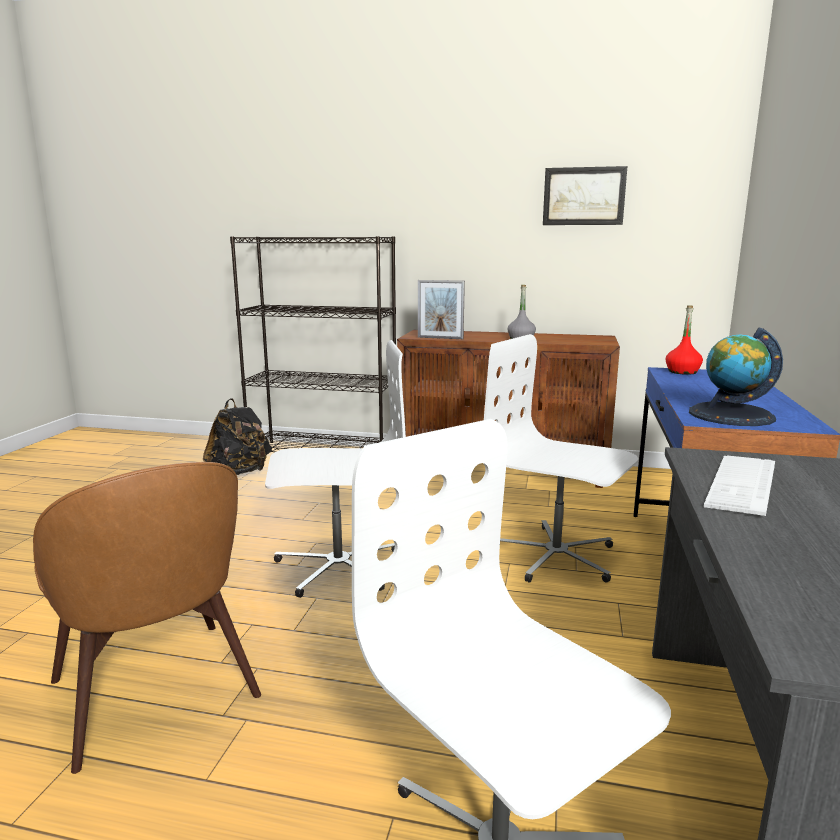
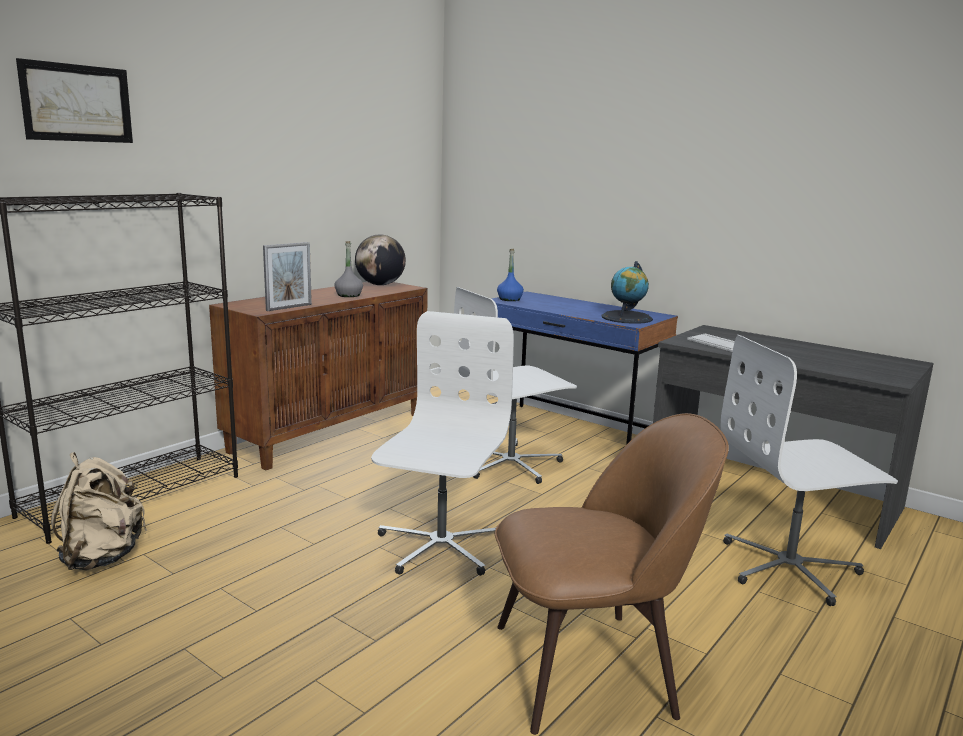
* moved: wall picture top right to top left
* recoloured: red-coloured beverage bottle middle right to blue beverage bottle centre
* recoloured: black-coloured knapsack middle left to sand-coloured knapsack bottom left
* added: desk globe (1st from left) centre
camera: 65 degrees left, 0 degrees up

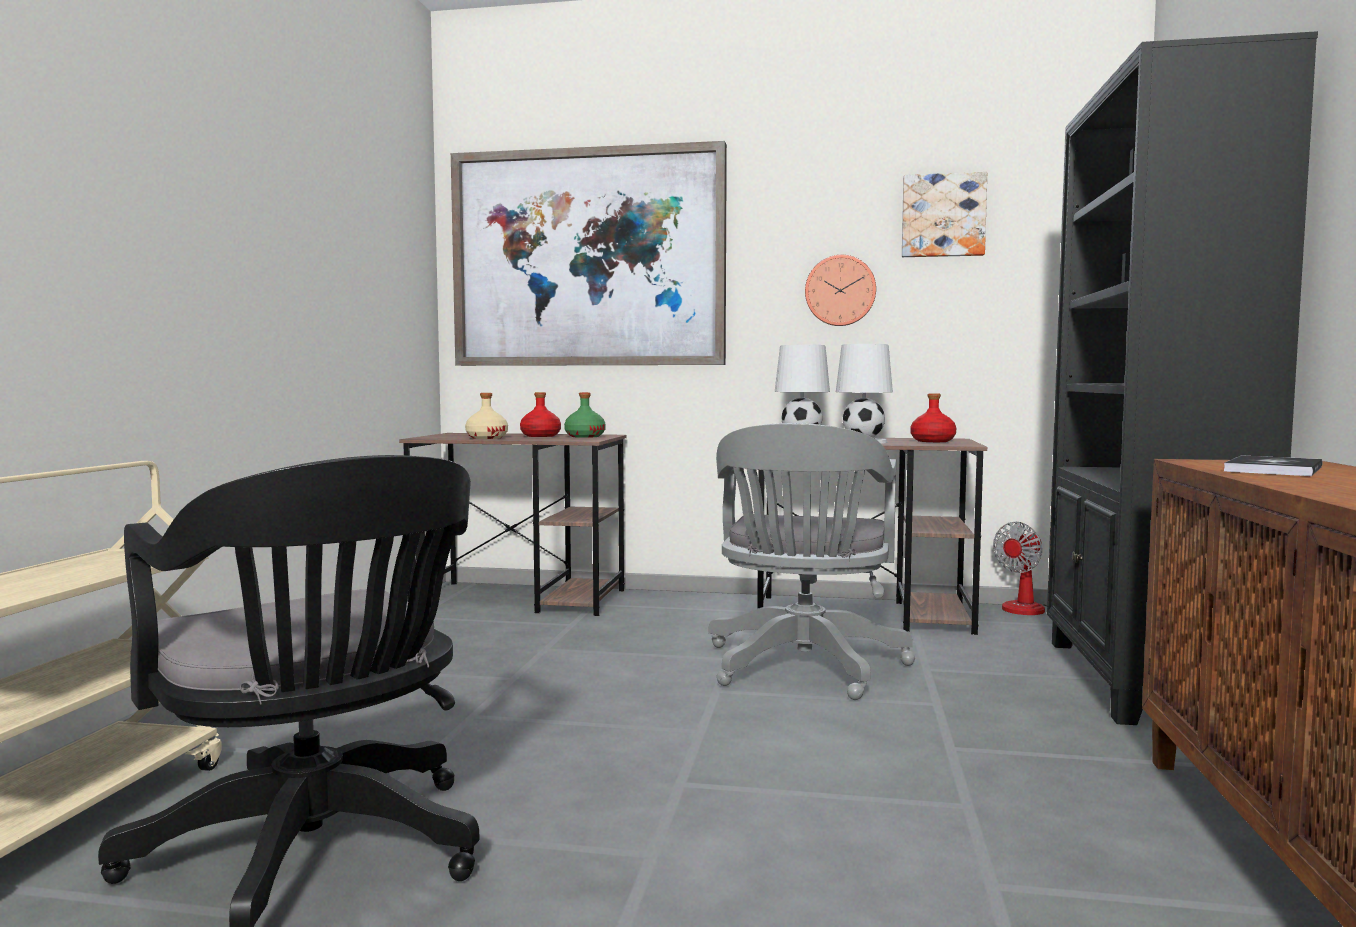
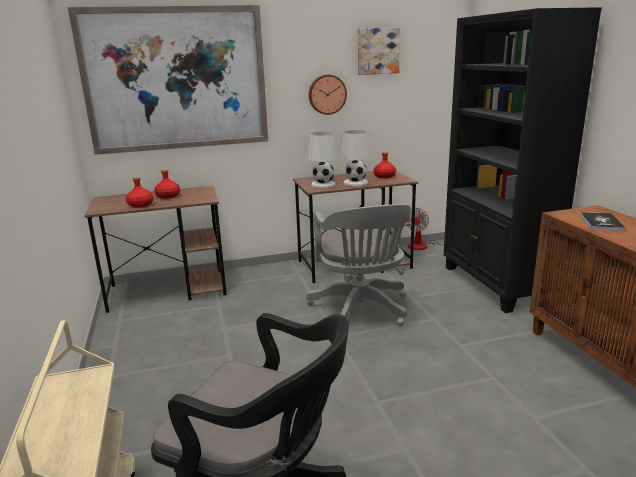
* removed: greenish beverage bottle centre
* recoloured: sand-coloured beverage bottle centre to red-coloured beverage bottle (1st from left) middle left
camera: 25 degrees left, 15 degrees up

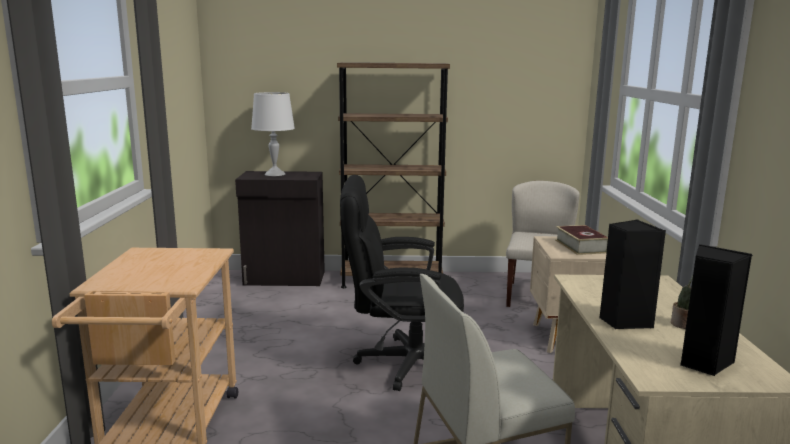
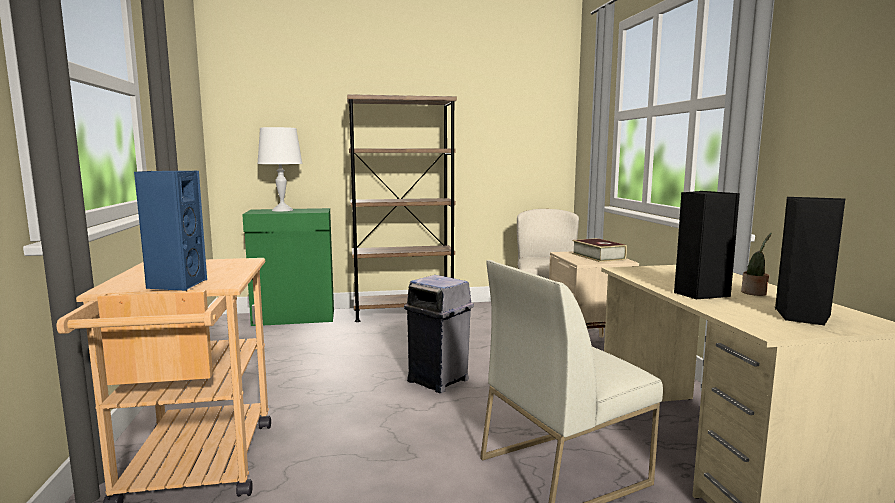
* recoloured: black-coloured cupboard centre to greenish cupboard middle left
* replaced: black-coloured office chair centre to greyish trash can centre
* added: blue audio speaker middle left
camera: 10 degrees left, 5 degrees down

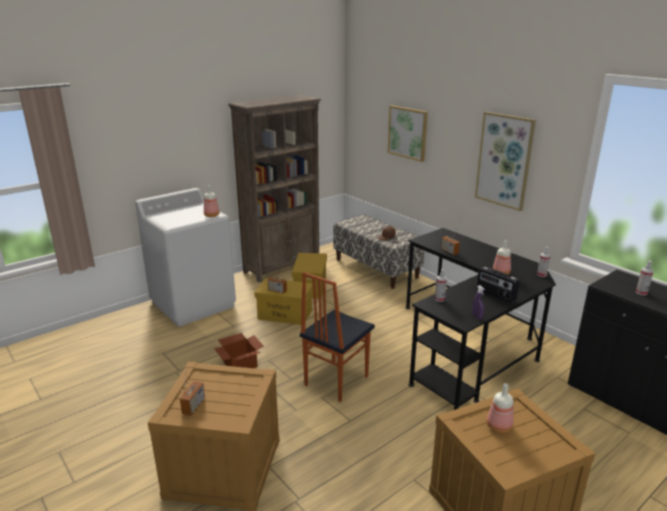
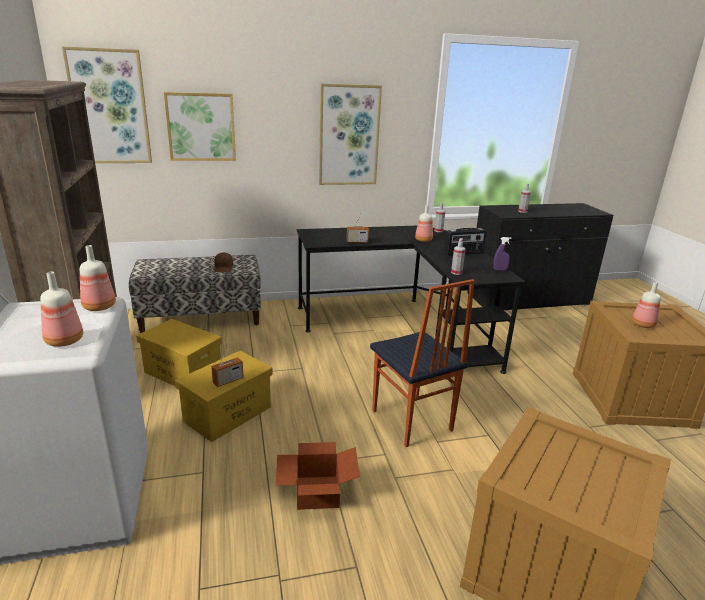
* removed: radio set (1st from left) bottom left
* added: wall picture (1st from left) top left
* added: beverage bottle (1st from left) middle left
camera: 65 degrees left, 0 degrees up

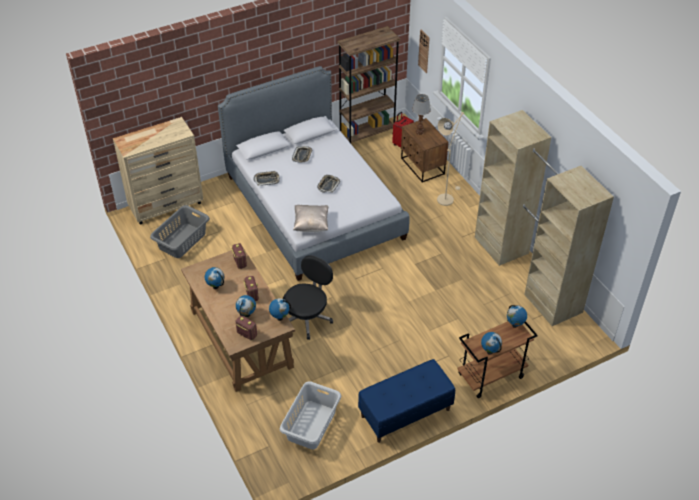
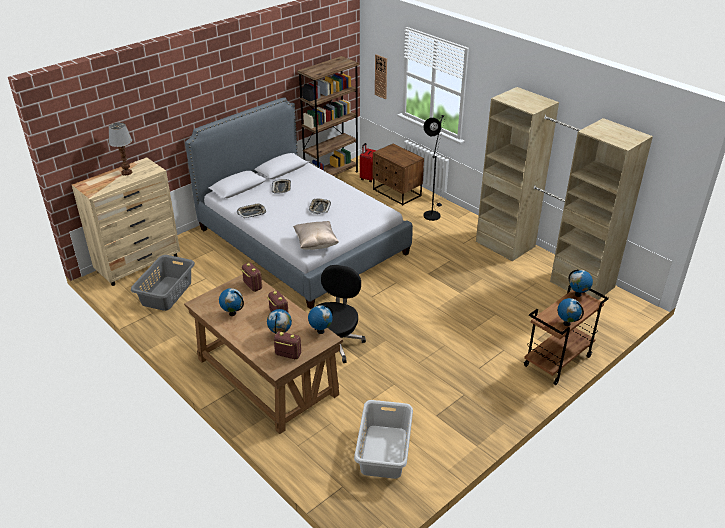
* moved: table lamp top centre to top left
* recoloured: sand-coloured floor lamp top centre to black-coloured floor lamp top centre
* removed: blue bench bottom centre
camera: 15 degrees left, 10 degrees down

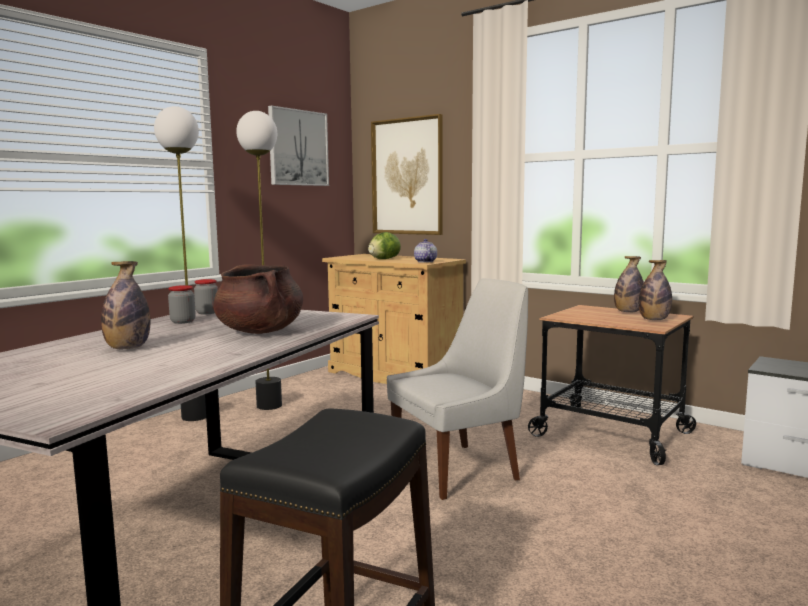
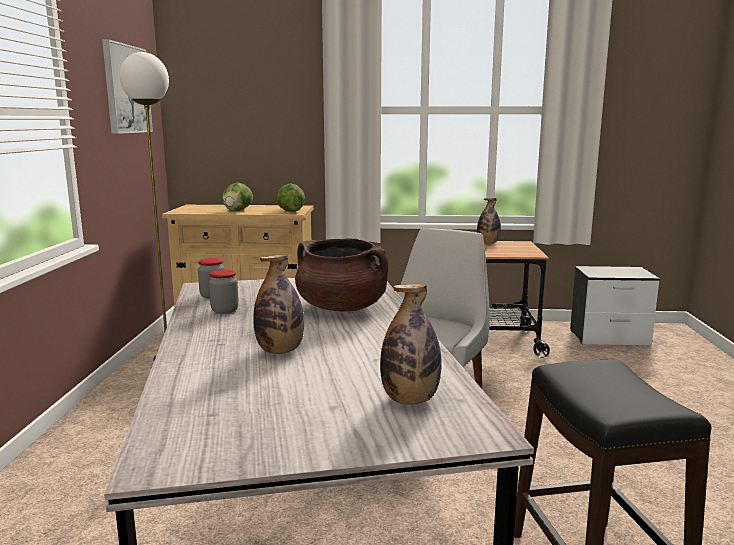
* removed: floor lamp (1st from left) middle left
* removed: wall picture (2nd from left) top centre
* replaced: tea pot centre to lettuce head (2nd from left) centre
* moved: beverage bottle (3rd from left in the first image) middle right to beverage bottle (2nd from left) centre
camera: 35 degrees left, 5 degrees up

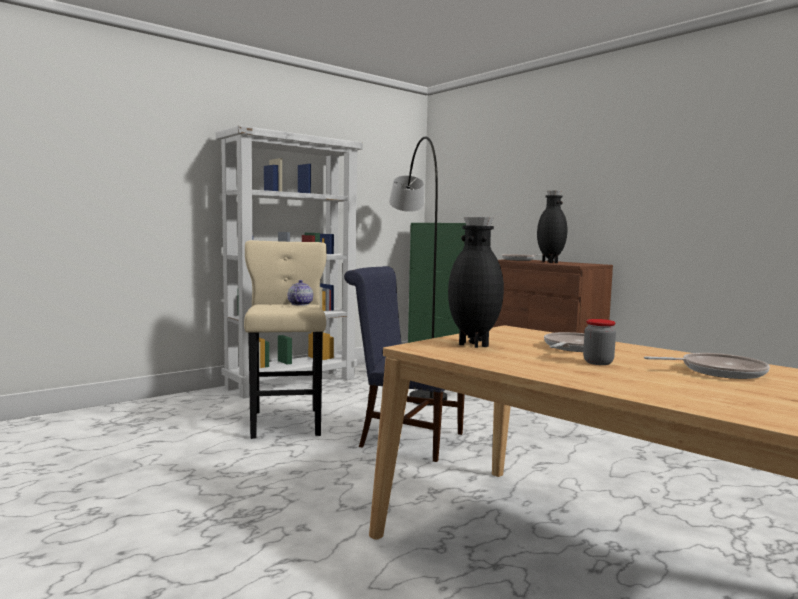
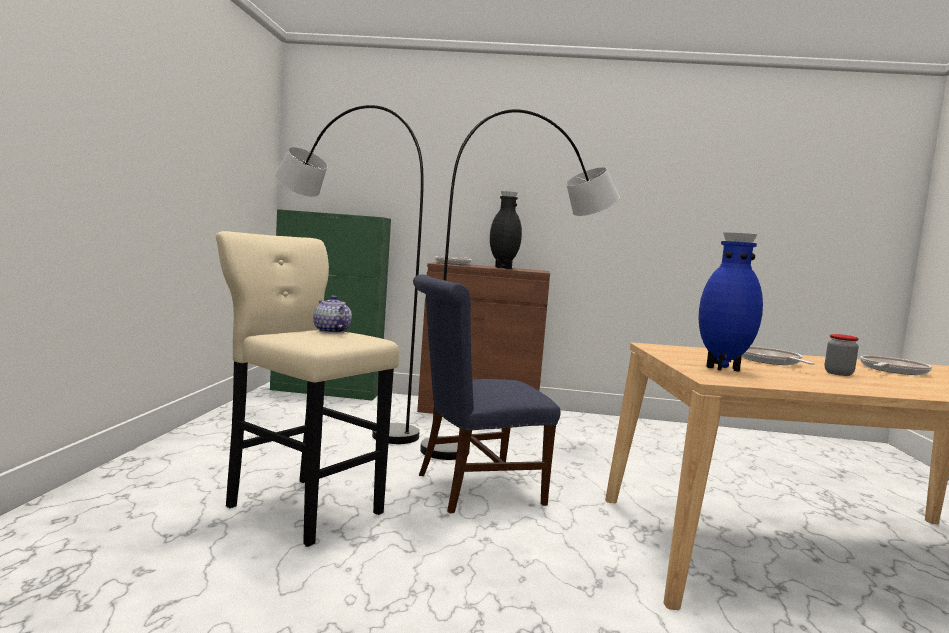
* removed: white bookshelf centre
* recoloured: black-coloured vase (1st from left) centre to blue vase middle right
* added: greyish floor lamp (2nd from left) centre
camera: 45 degrees left, 0 degrees up

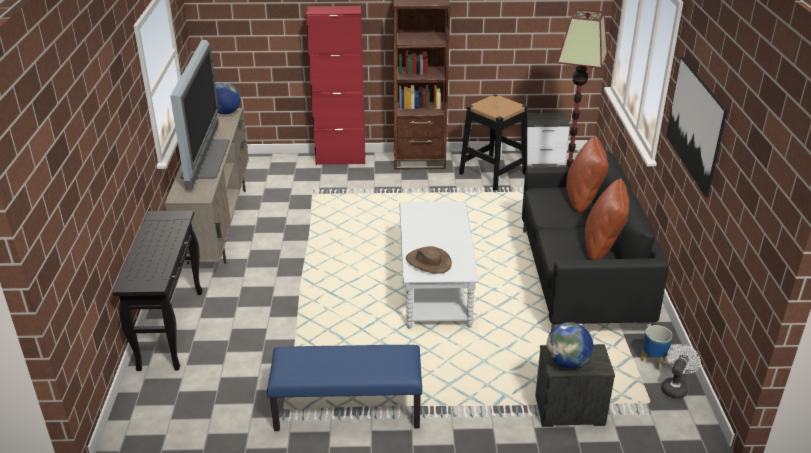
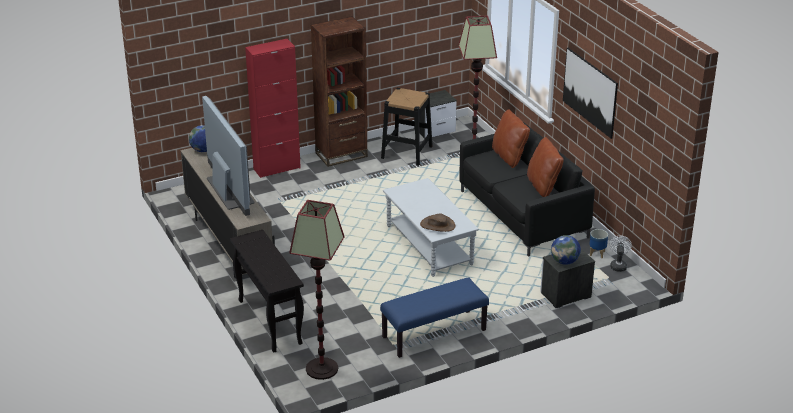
* added: floor lamp (1st from left) bottom centre
camera: 25 degrees left, 0 degrees up

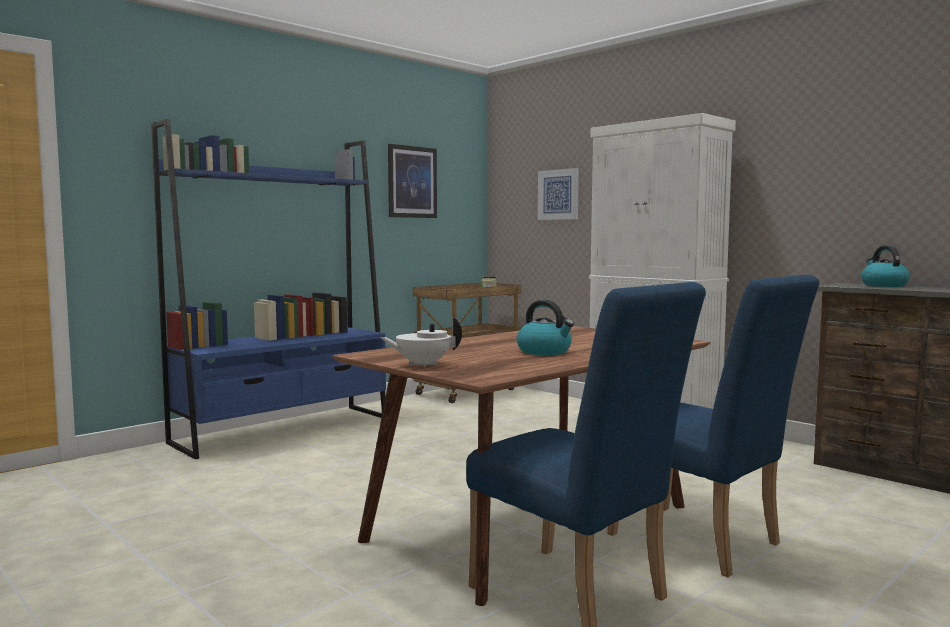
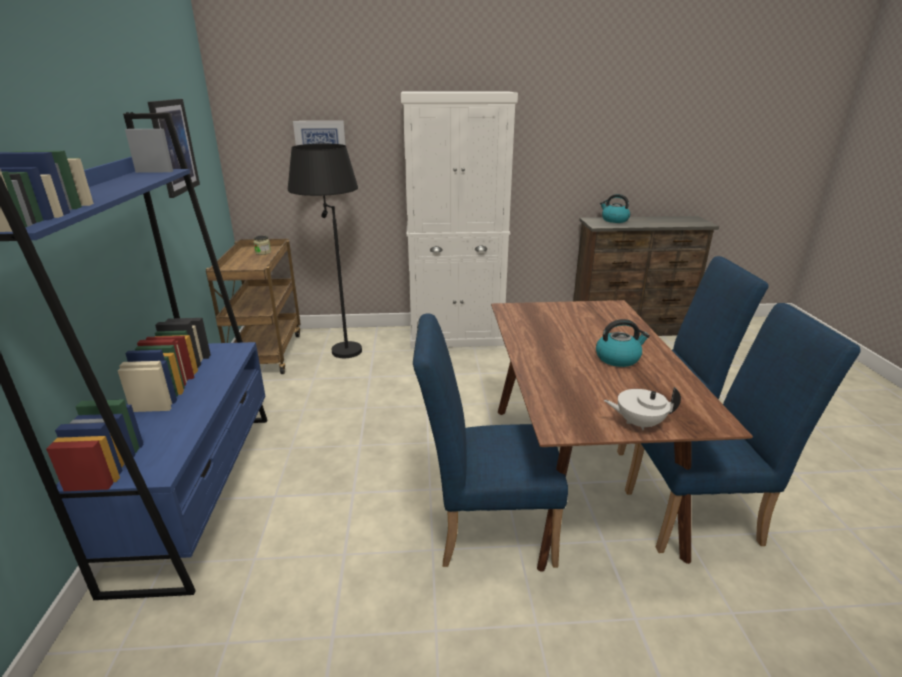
* turned: white tea pot centre = middle right 60 degrees clockwise
* added: black-coloured floor lamp centre
* added: blue plain chair (1st from left) centre
camera: 50 degrees left, 20 degrees up

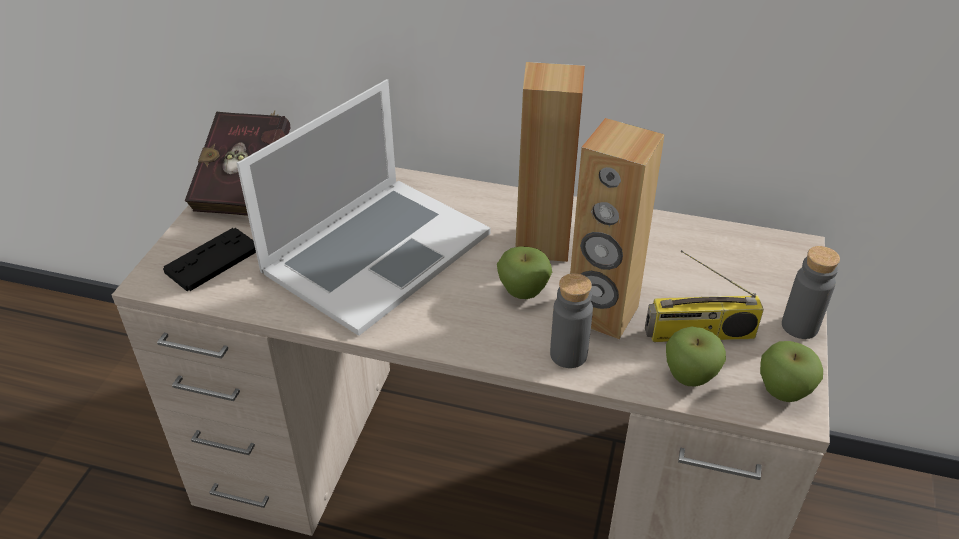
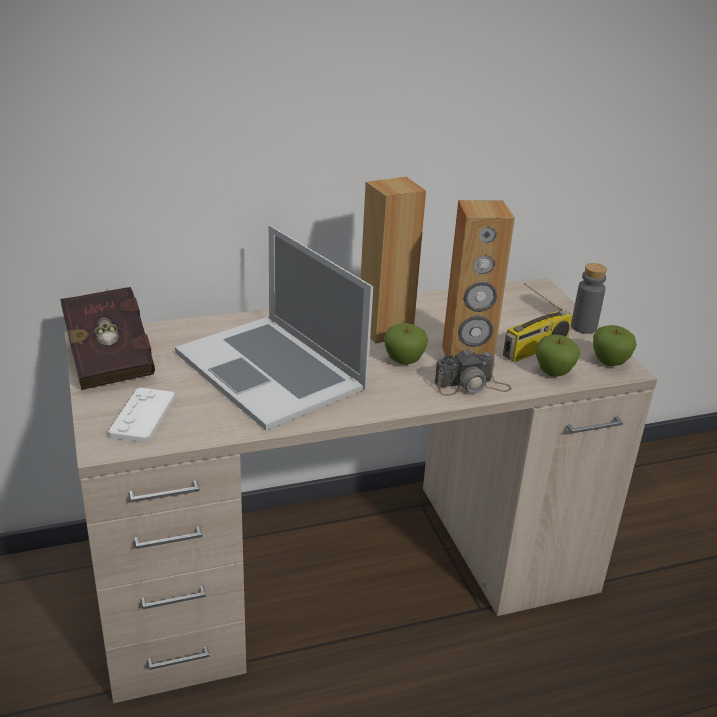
* turned: laptop centre = centre 135 degrees clockwise
* recoloured: black-coloured game controller middle left to white game controller middle left
* replaced: greyish beverage bottle (1st from left) centre to photo camera centre
camera: 35 degrees left, 10 degrees down

